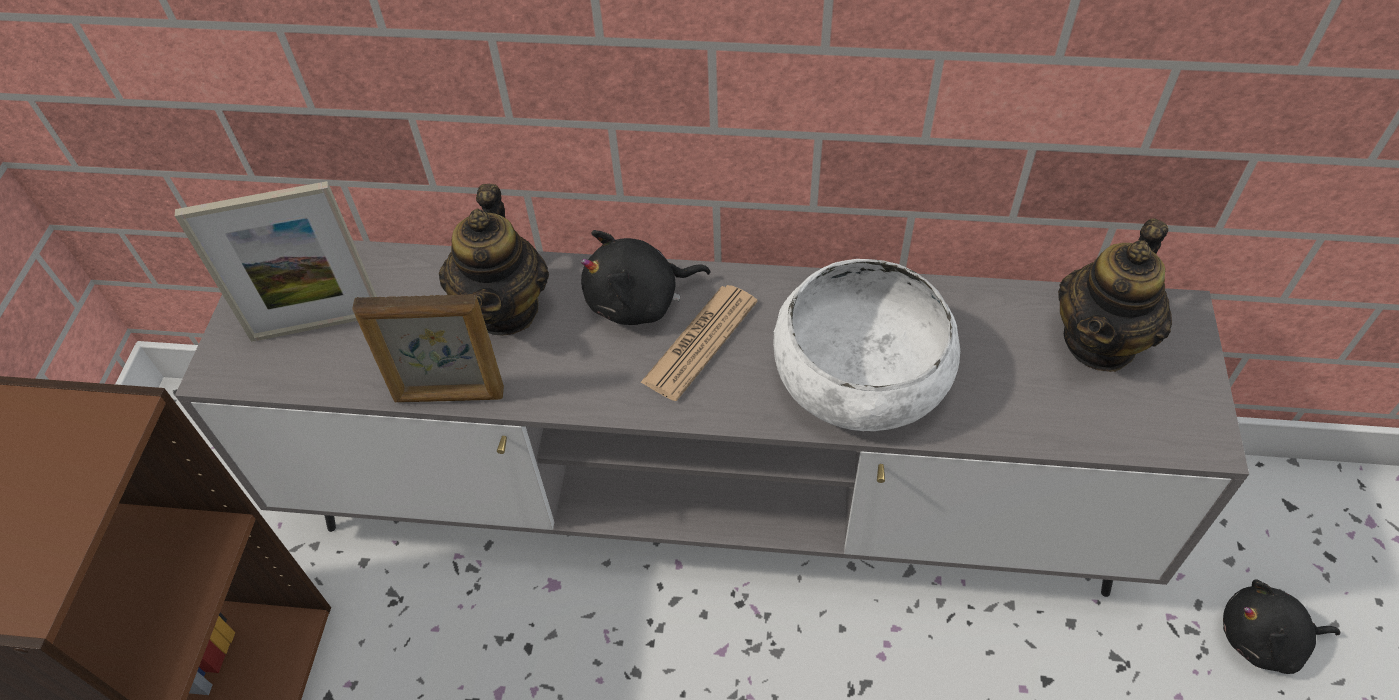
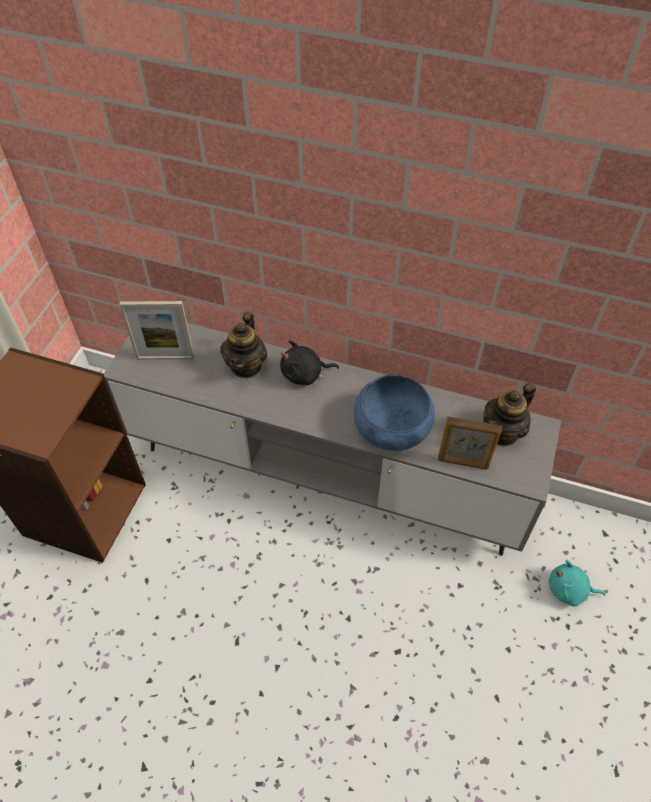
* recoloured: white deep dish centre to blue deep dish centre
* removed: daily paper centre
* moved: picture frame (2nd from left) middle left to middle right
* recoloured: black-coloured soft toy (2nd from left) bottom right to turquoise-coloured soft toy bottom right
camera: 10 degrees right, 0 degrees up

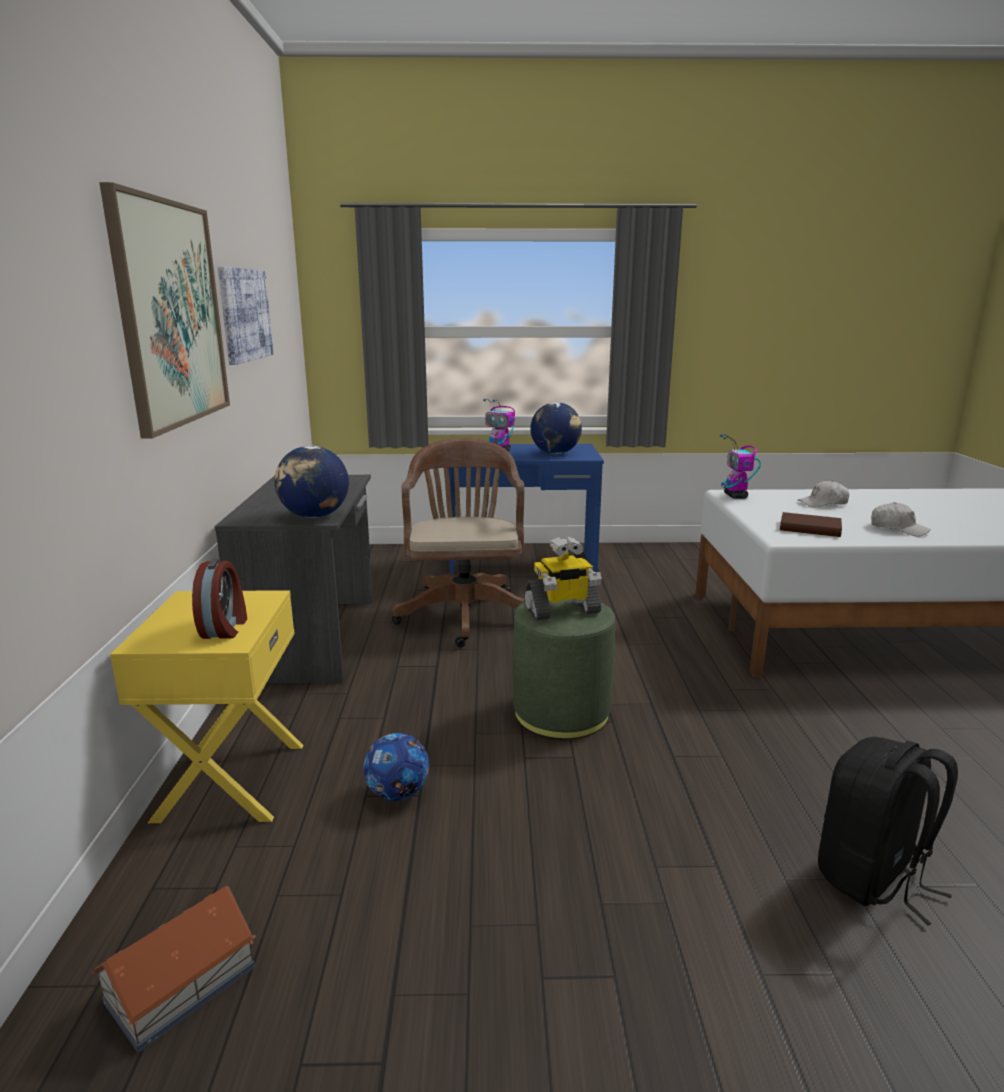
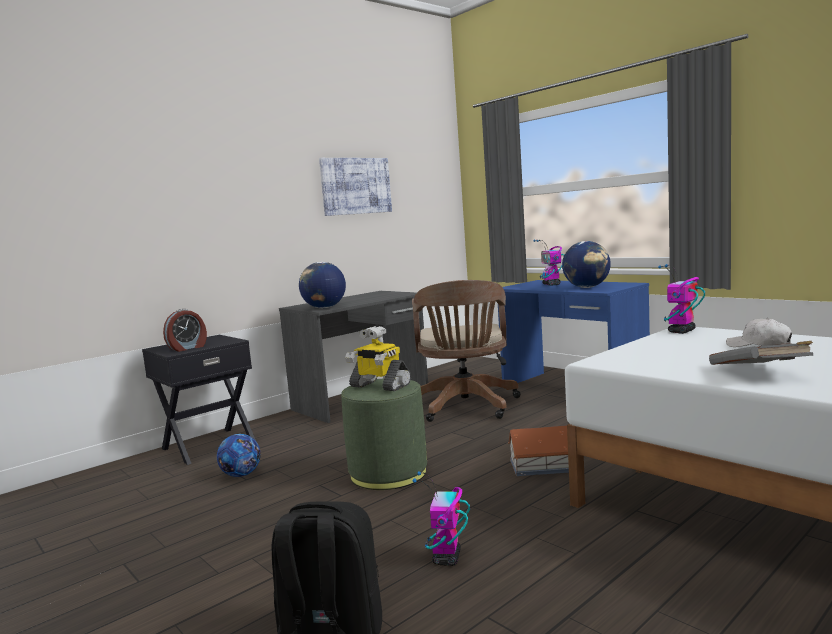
* removed: wall picture (1st from left) top left
* turned: brown office chair centre = centre 135 degrees clockwise
* replaced: white baseball cap (2nd from left) middle right to greyish volume middle right
* removed: brown volume middle right
* recoloured: yellow night table middle left to black-coloured night table middle left
* moved: miniature house bottom left to bottom centre
* added: robot figure (2nd from left) bottom centre
camera: 50 degrees right, 10 degrees down

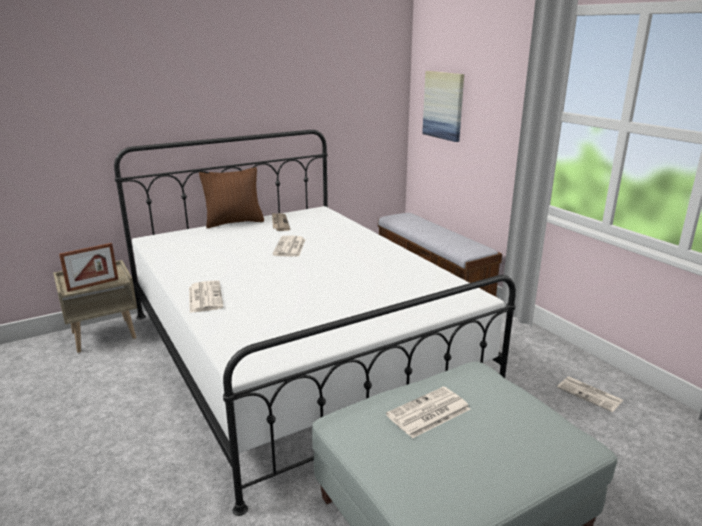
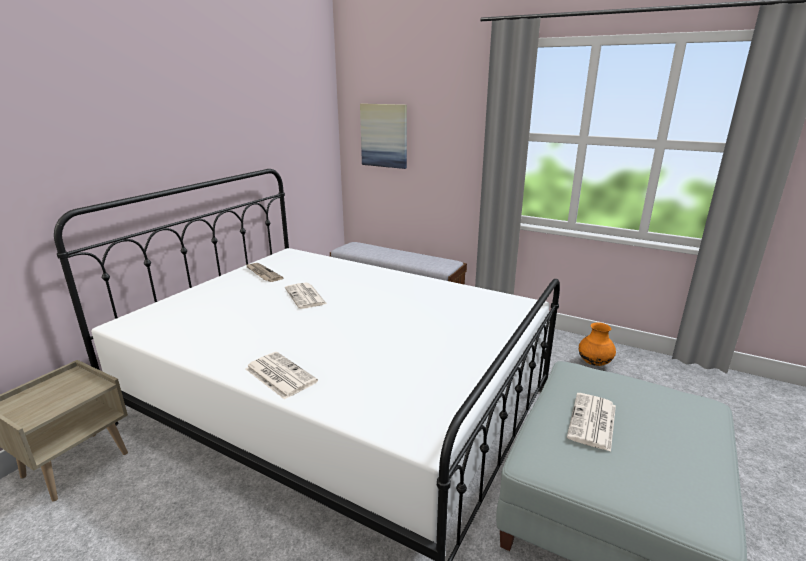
* removed: brown pillow middle left
* removed: picture frame middle left
* replaced: daily paper (5th from left) bottom right to orangey vase middle right
camera: 30 degrees left, 0 degrees up

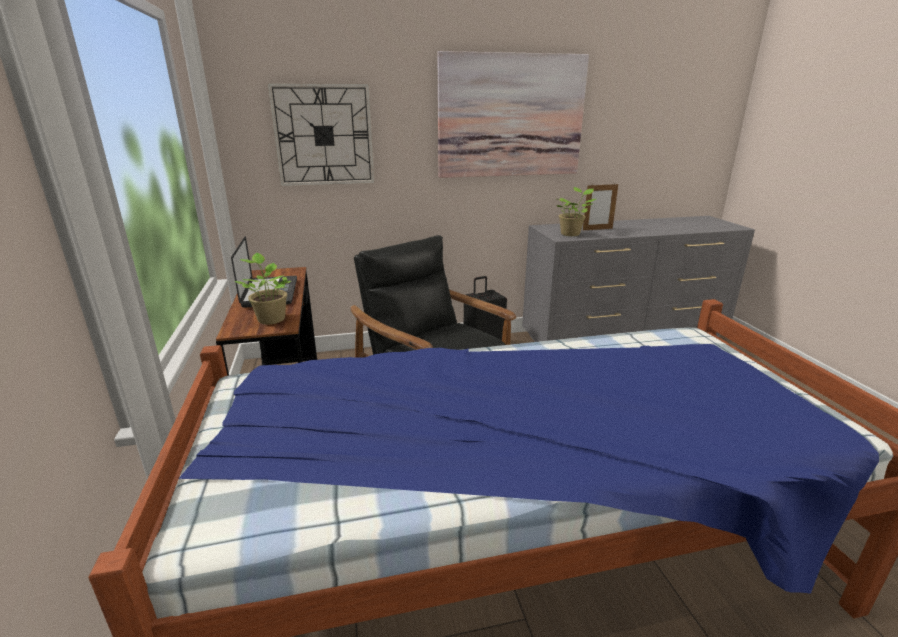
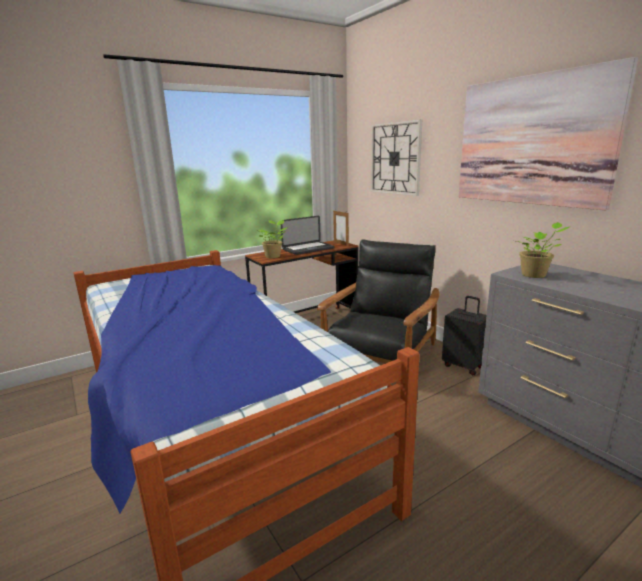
* moved: picture frame top right to centre
camera: 70 degrees right, 5 degrees down

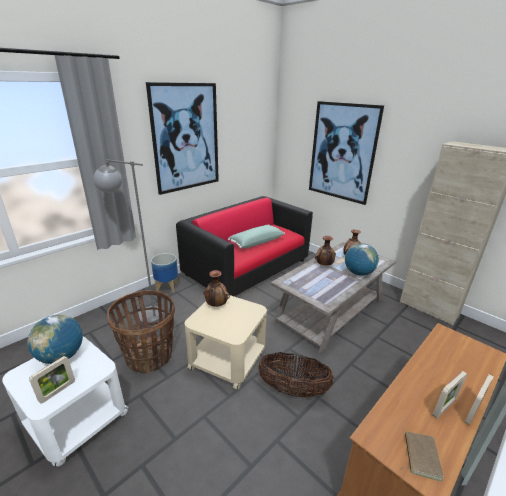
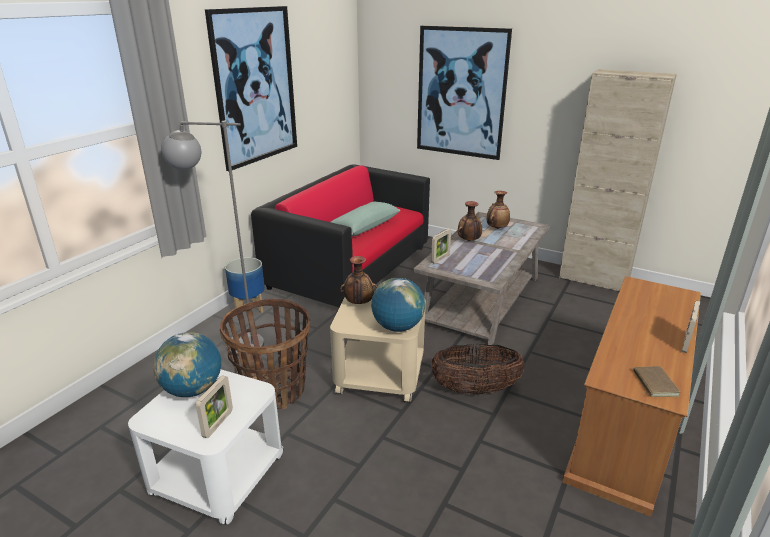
* moved: desk globe (2nd from left) middle right to centre
* moved: picture frame (2nd from left) bottom right to centre
camera: 15 degrees left, 0 degrees up

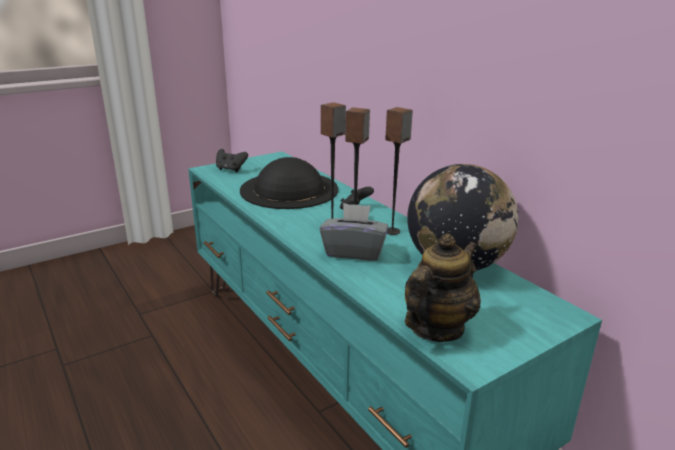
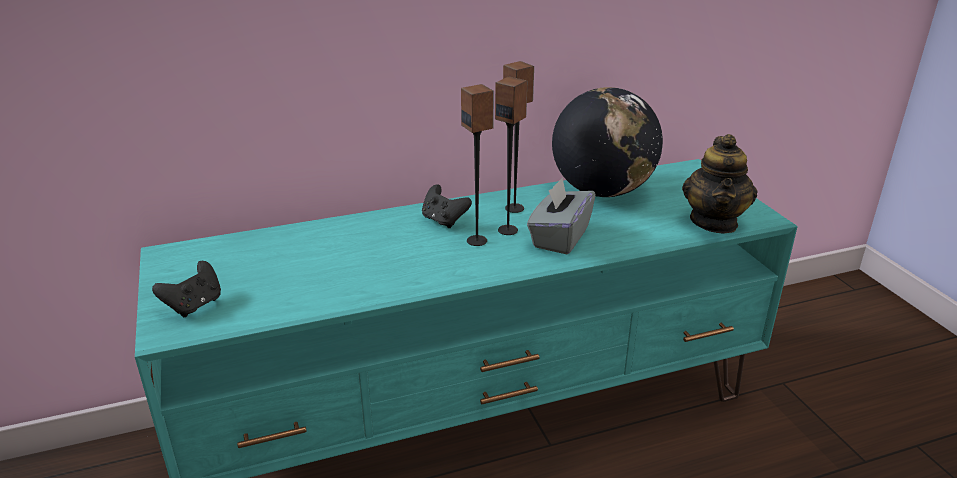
* removed: black-coloured wearable hat centre
* turned: tea pot centre = middle right 135 degrees counterclockwise
camera: 75 degrees left, 5 degrees up

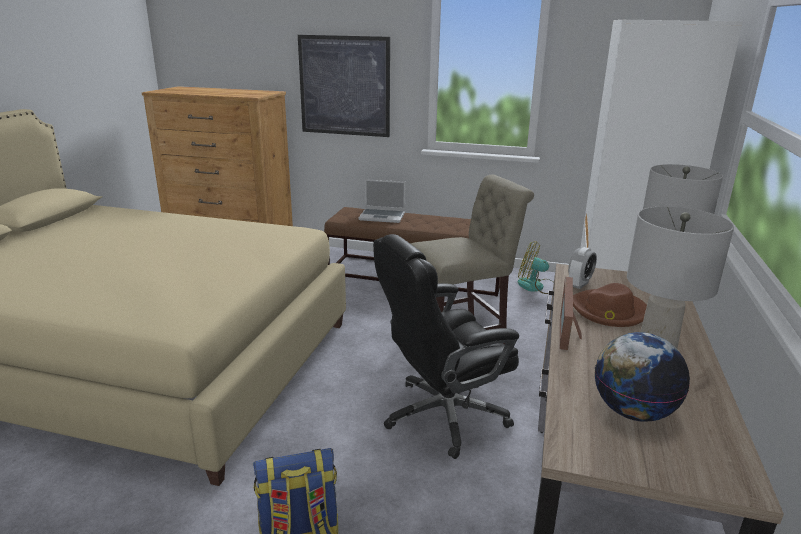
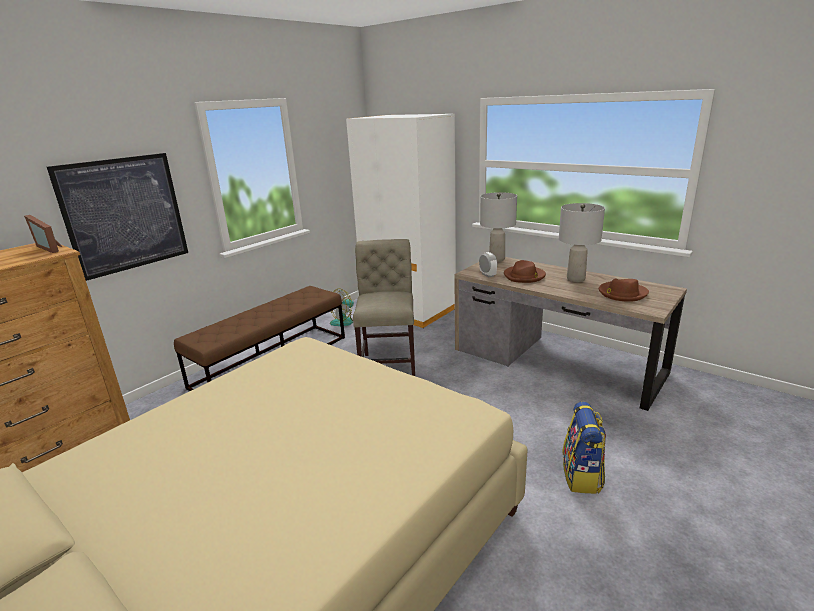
* removed: laptop centre
* removed: black-coloured office chair centre
* moved: picture frame middle right to middle left
* replaced: desk globe bottom right to brown wearable hat (2nd from left) middle right
camera: 65 degrees left, 0 degrees up

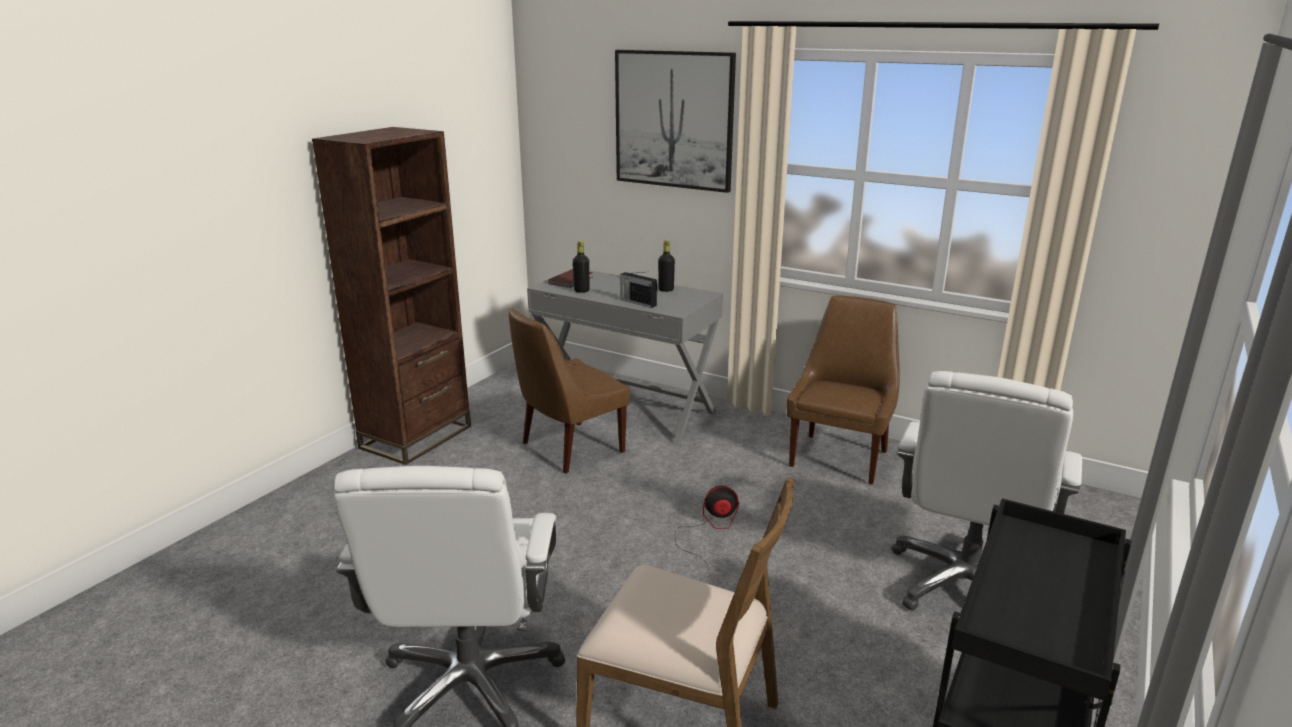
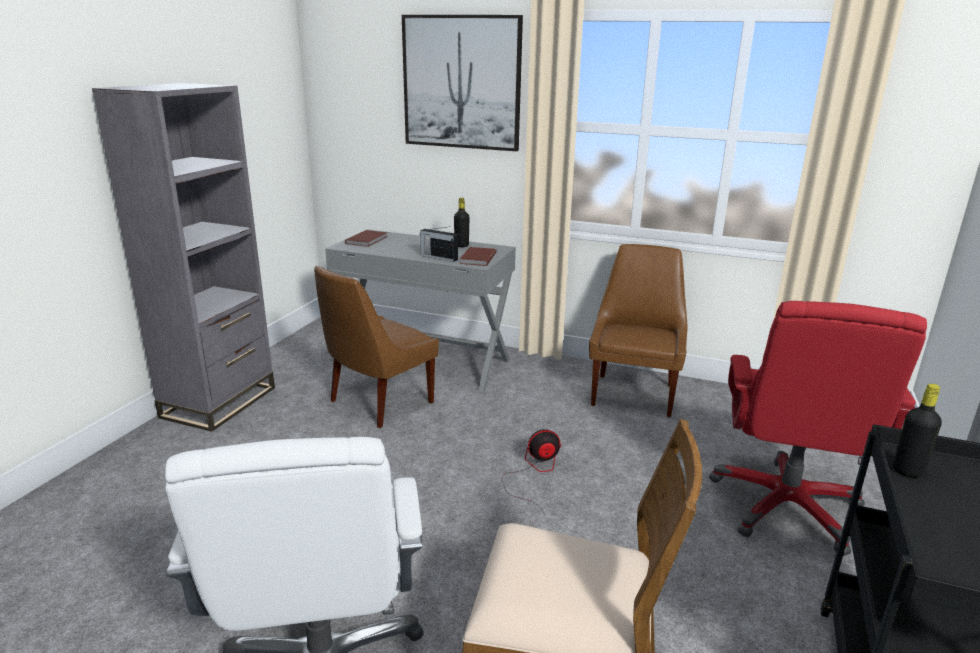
* recoloured: brown bookshelf middle left to greyish bookshelf middle left
* moved: black-coloured beverage bottle (1st from left in the first image) centre to black-coloured beverage bottle (2nd from left) middle right
* recoloured: white office chair (2nd from left) bottom right to red-coloured office chair middle right
* added: brown volume (2nd from left) centre
camera: 10 degrees left, 0 degrees up

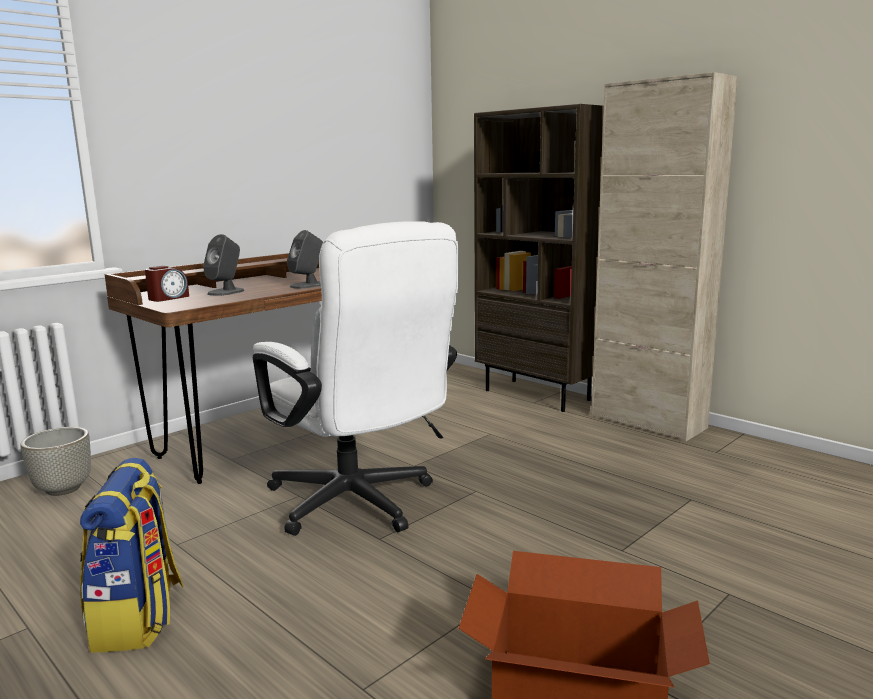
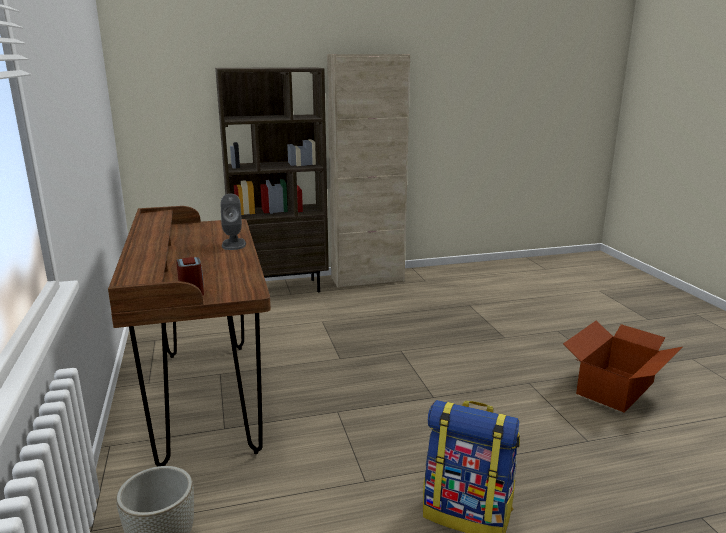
* removed: white office chair centre
* removed: greyish audio speaker (1st from left) middle left
camera: 60 degrees left, 5 degrees up

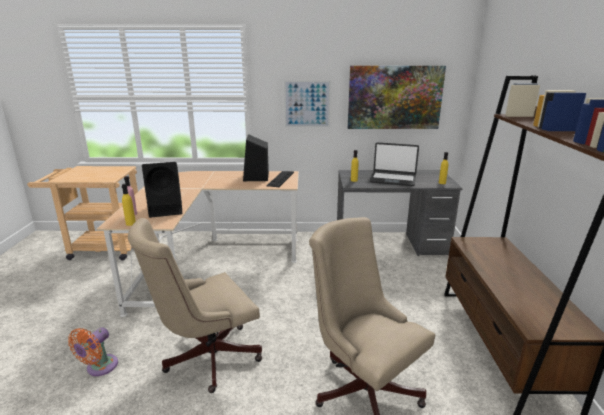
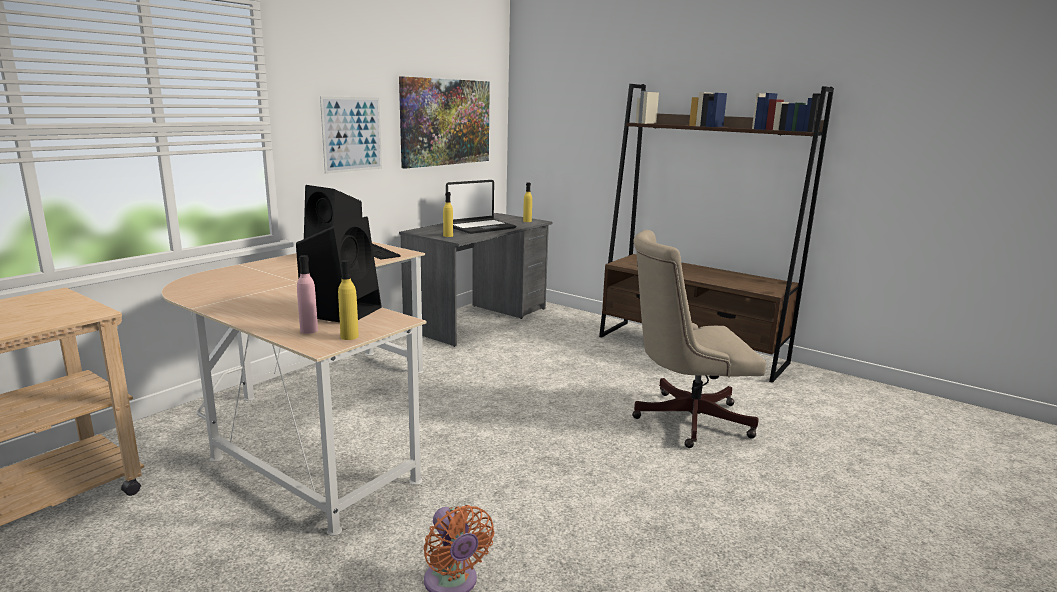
* removed: sand-coloured office chair (1st from left) bottom left
camera: 55 degrees left, 5 degrees down

